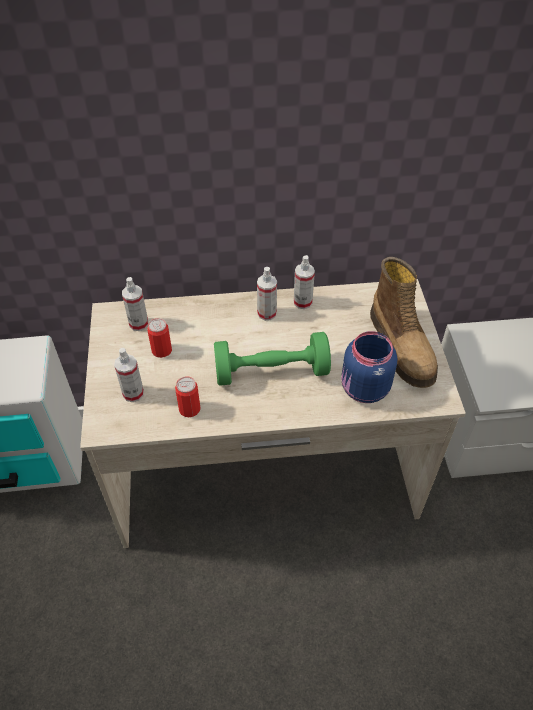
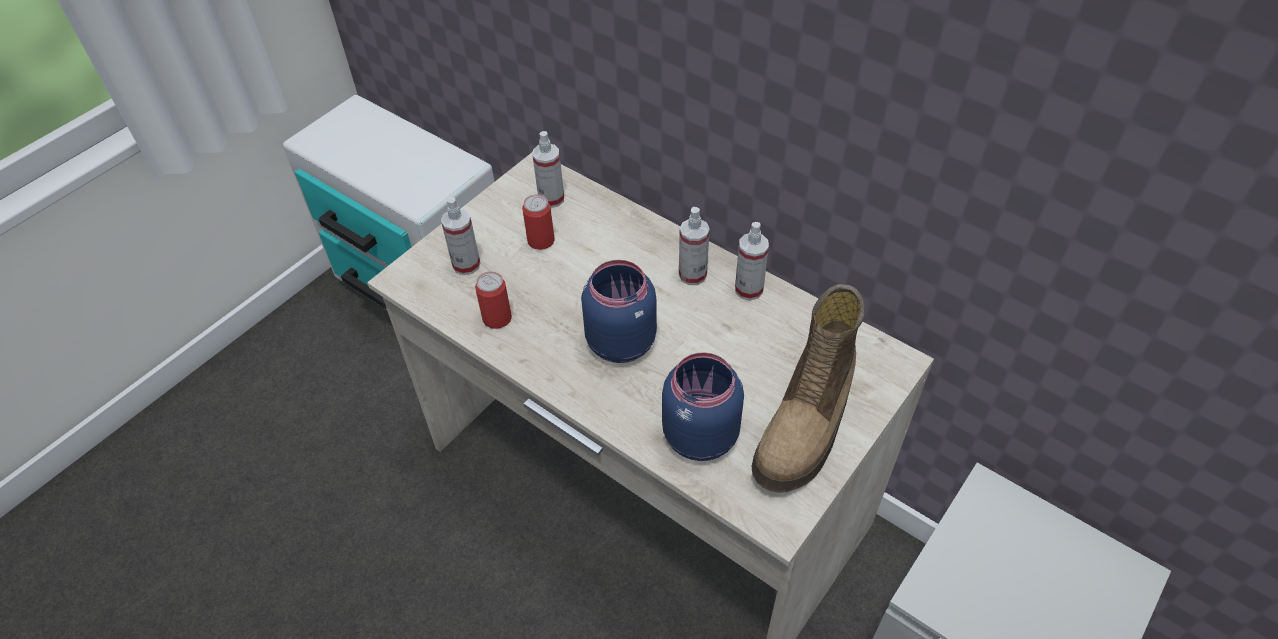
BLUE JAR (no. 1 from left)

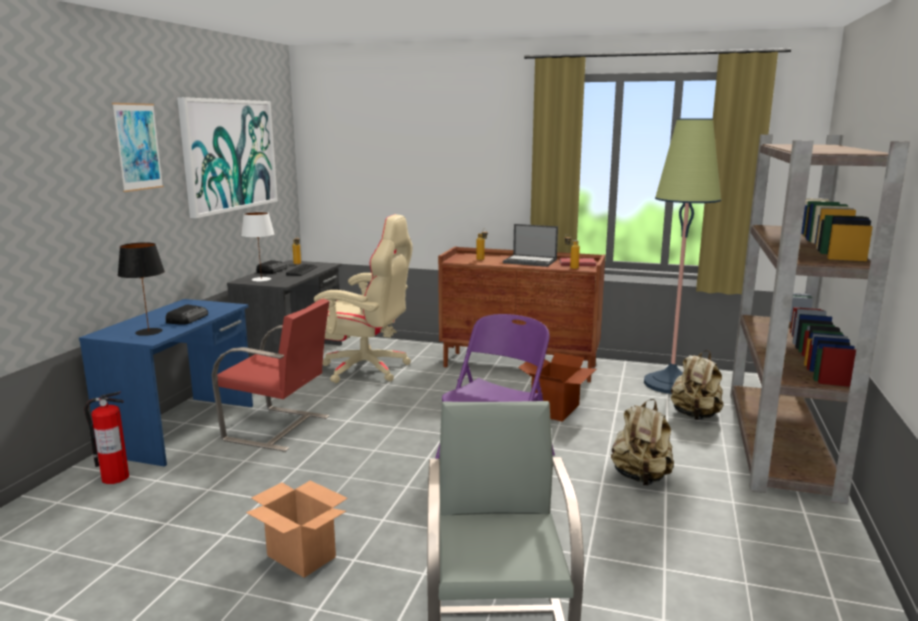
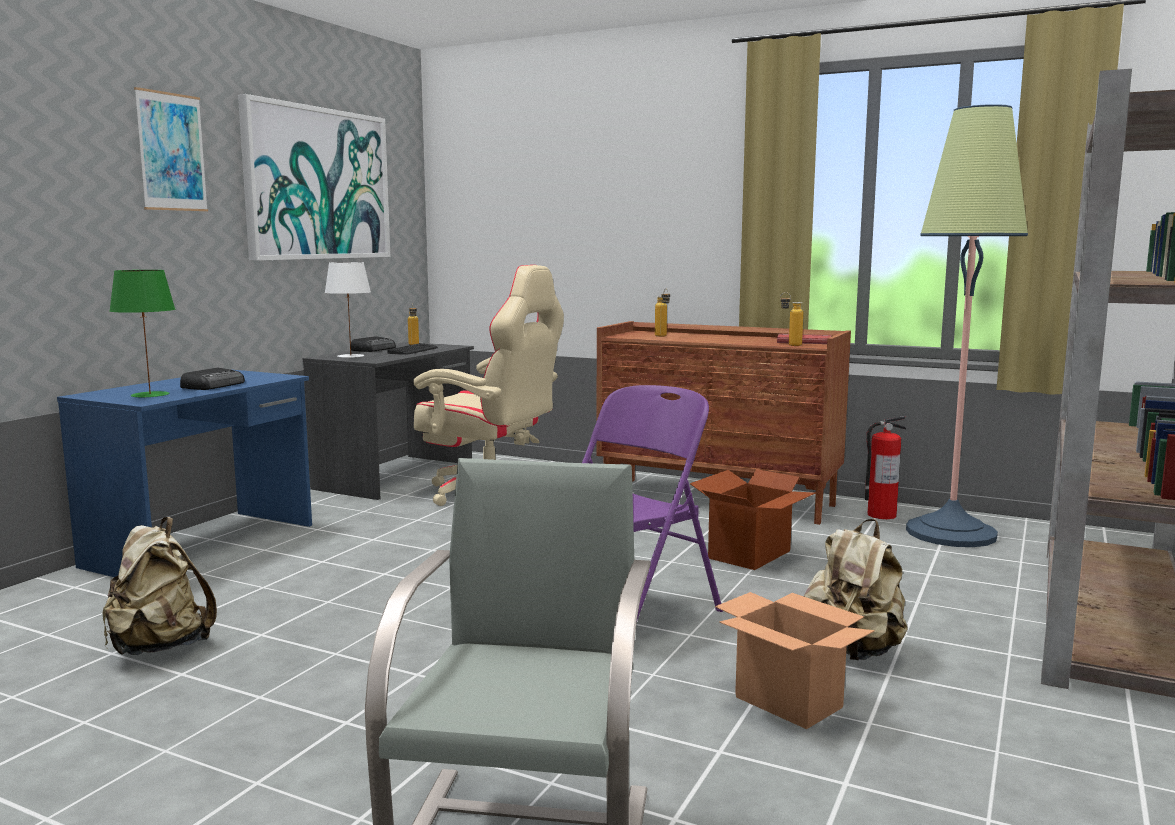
BEIGE BACKPACK (no. 1 from left)
GREEN TABLE LAMP
CARDBOARD BOX (no. 2 from left)
FIRE EXTINGUISHER
RED CHAIR
LAPTOP

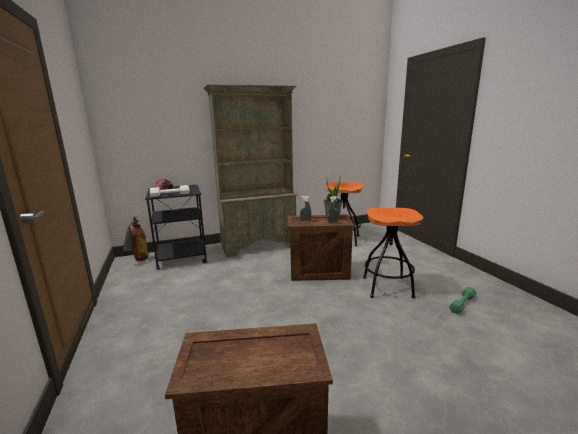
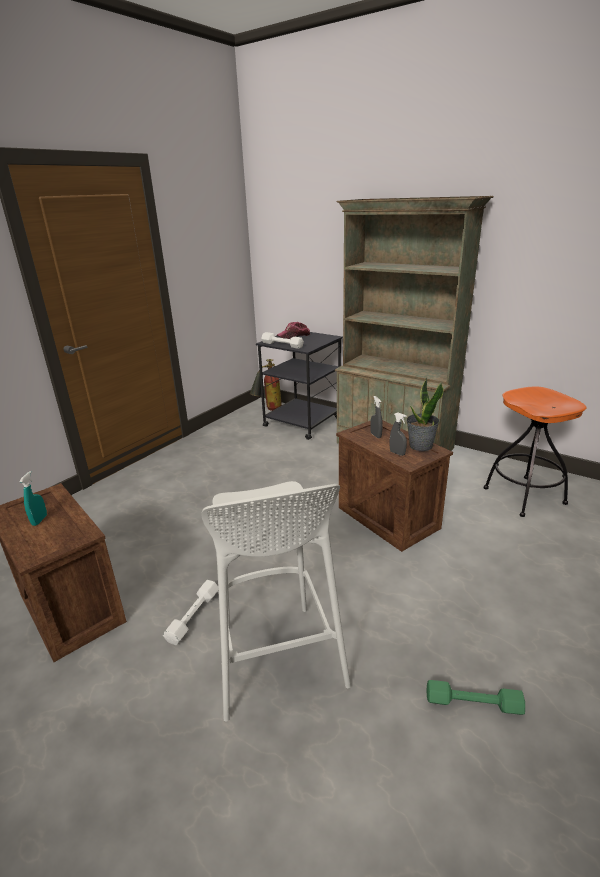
TURQUOISE SPRAY BOTTLE
WHITE DUMBBELL (no. 1 from left)
WHITE STOOL
ORANGE STOOL (no. 2 from left in the first image)

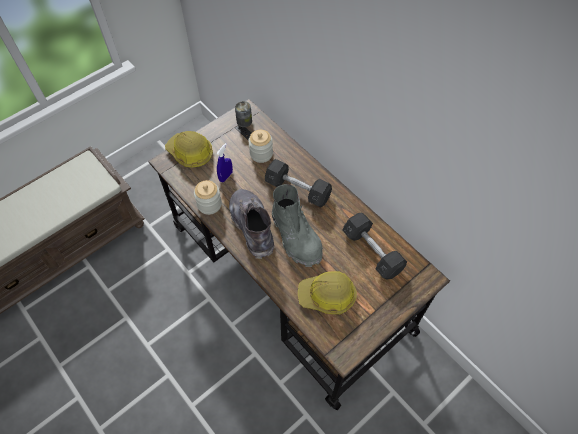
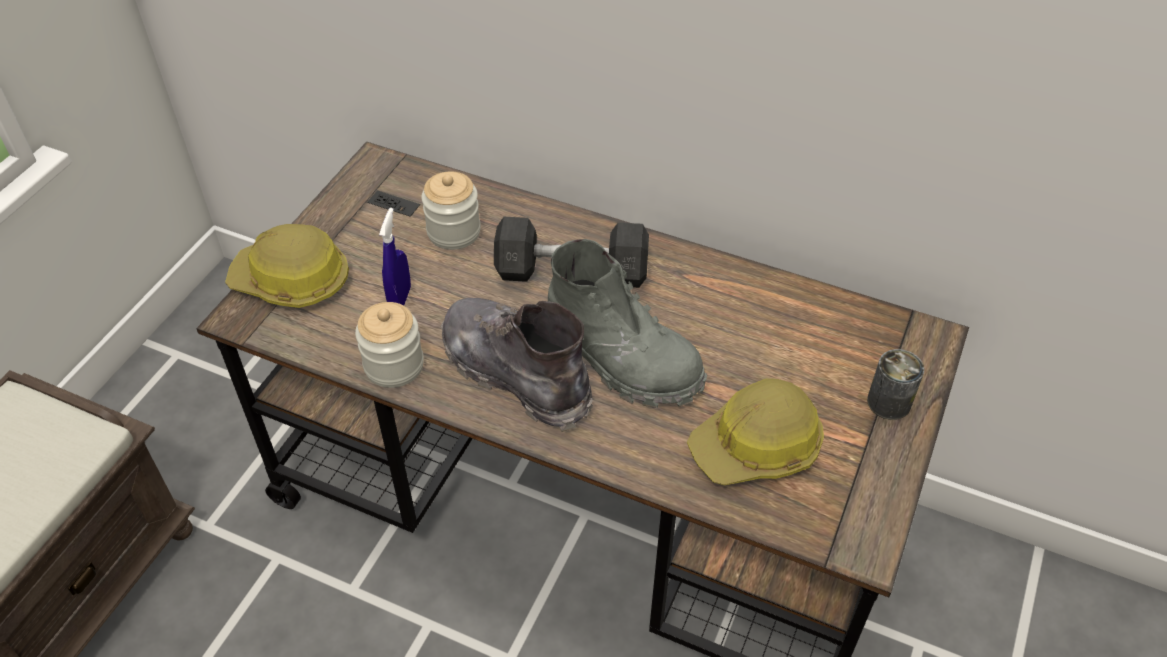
CAN
GREY DUMBBELL (no. 2 from left in the first image)

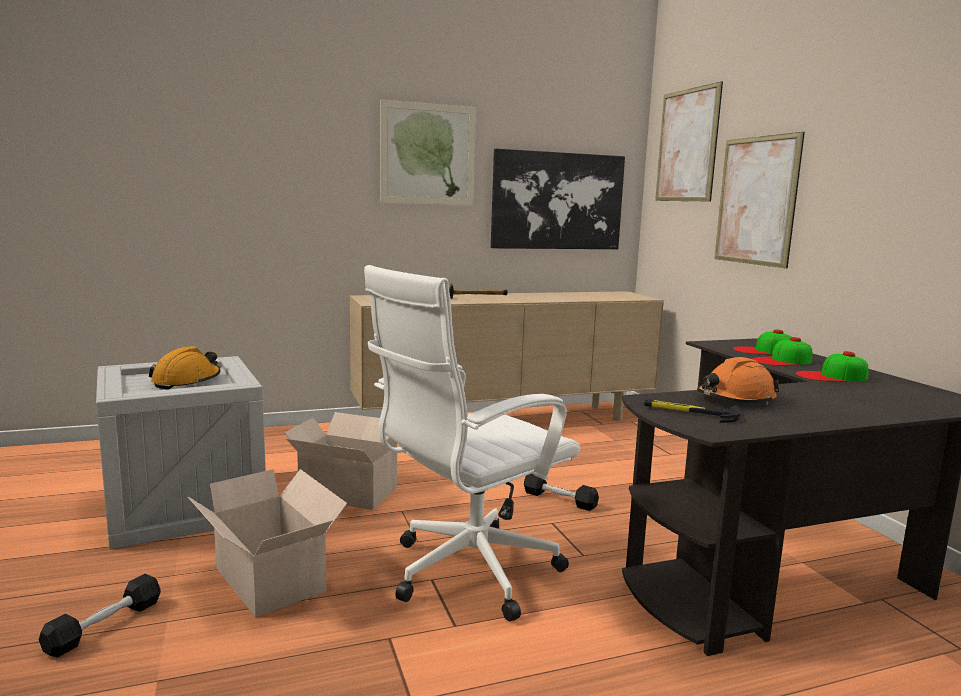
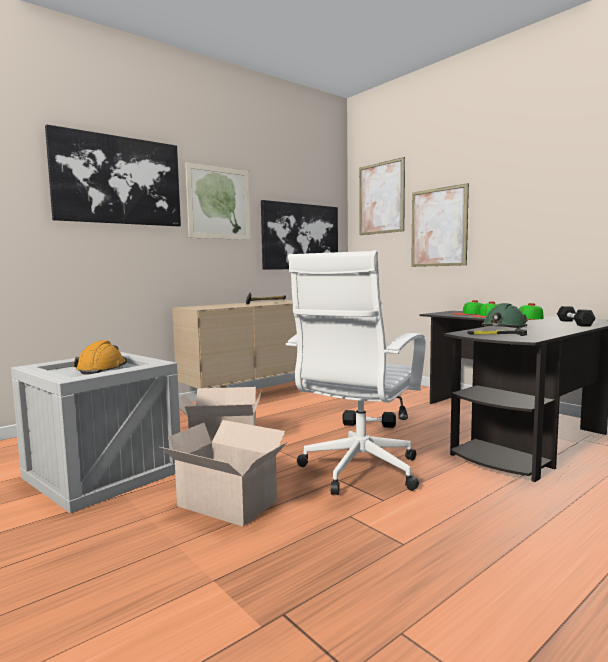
PICTURE (no. 1 from left)
GREEN HARD HAT
BLACK DUMBBELL (no. 2 from left)

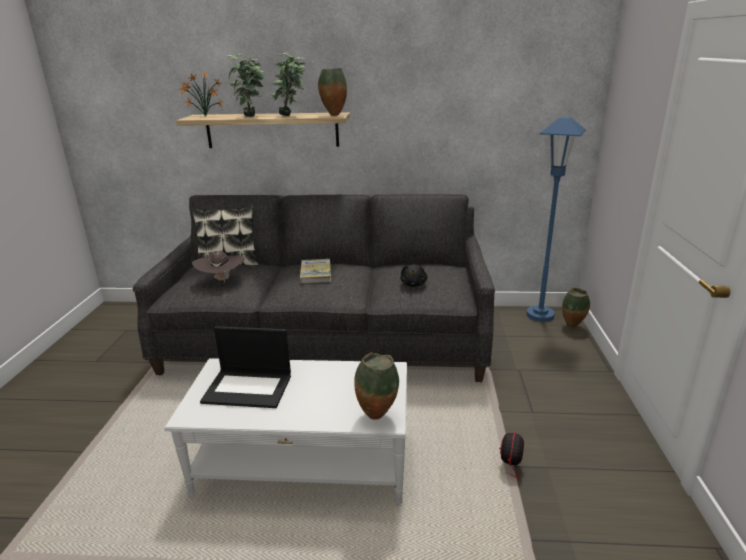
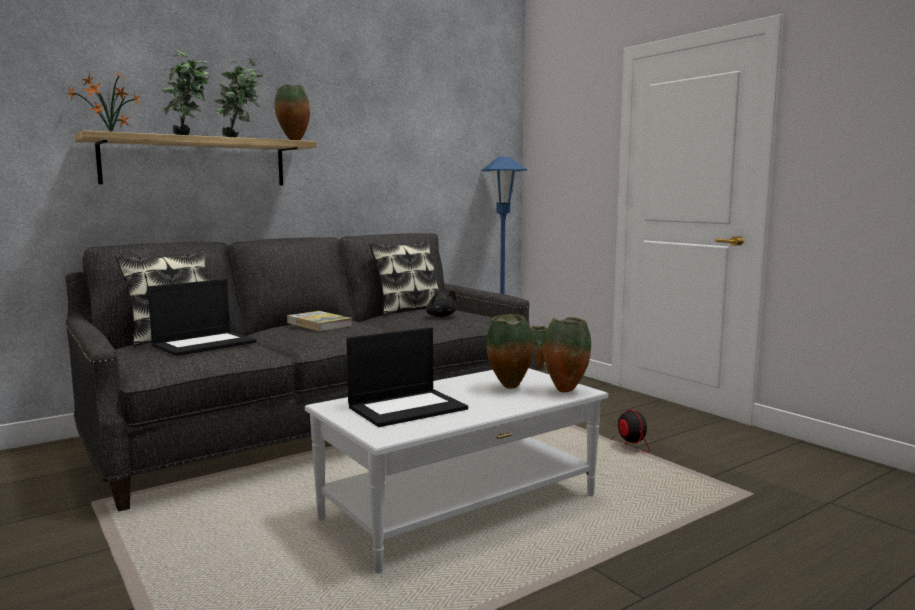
LAPTOP (no. 1 from left)
PILLOW (no. 2 from left)
VASE (no. 2 from left)

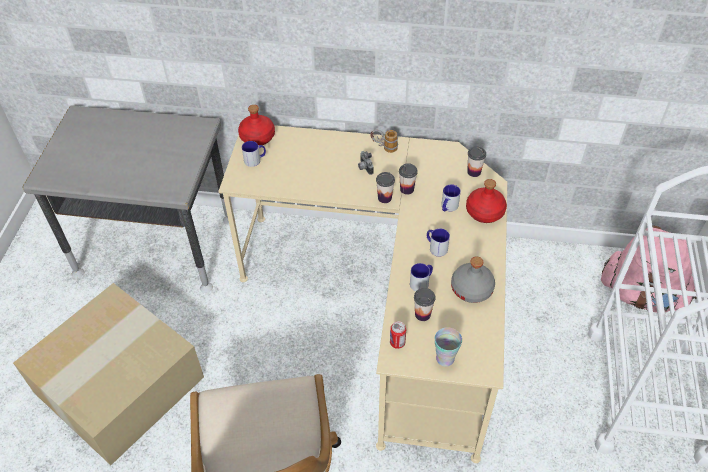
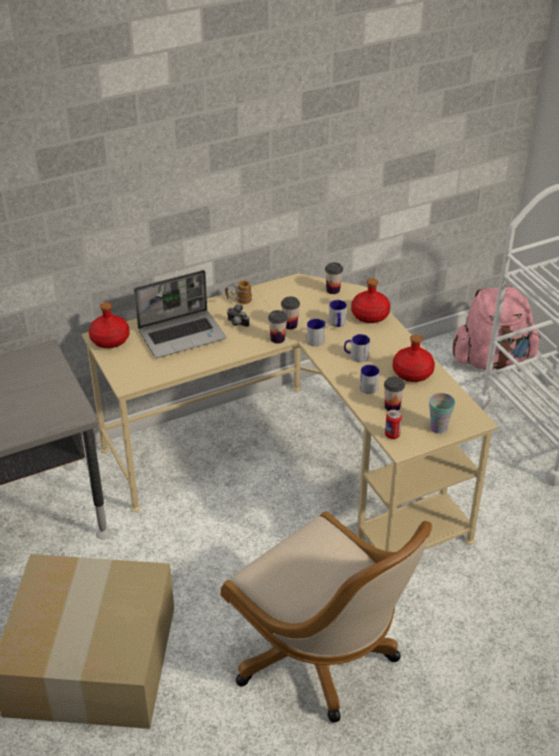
LAPTOP
MUG (no. 2 from left)
RED BOTTLE (no. 3 from left)

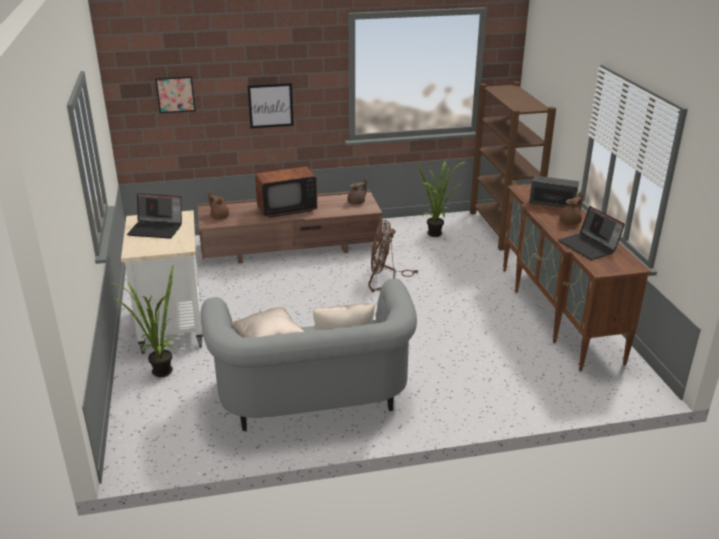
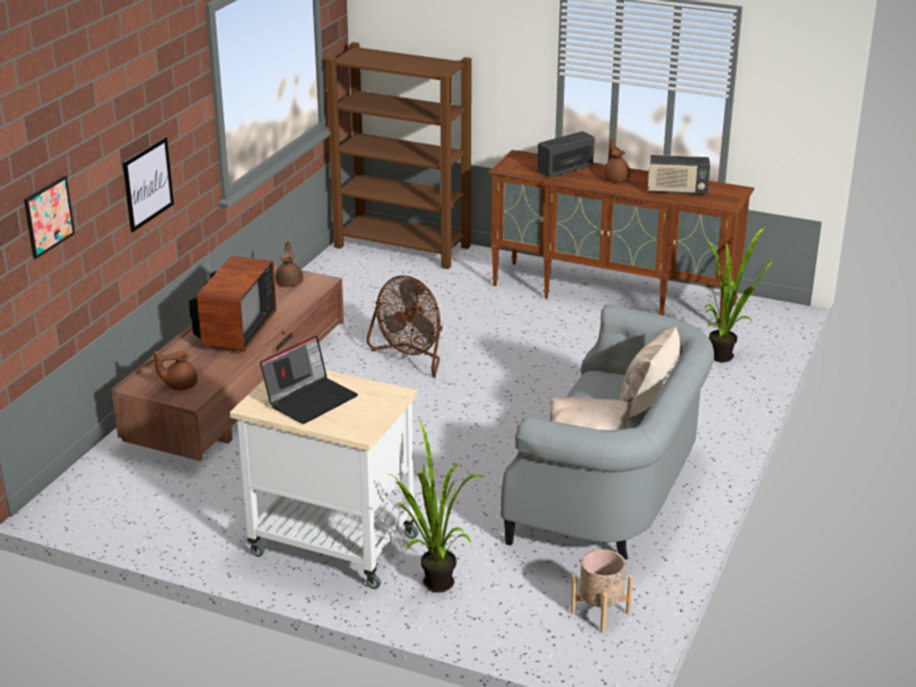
BEIGE PLANTER
RADIO (no. 2 from left)
POTTED PLANT (no. 2 from left)

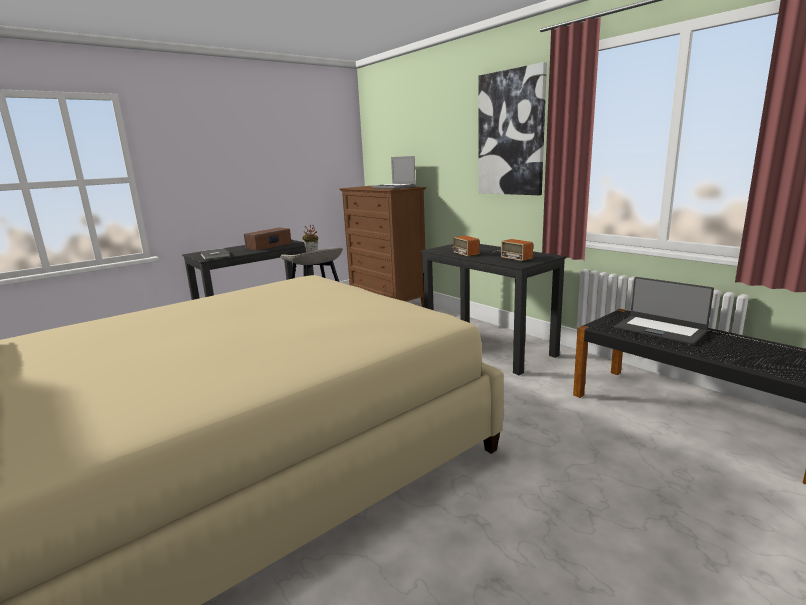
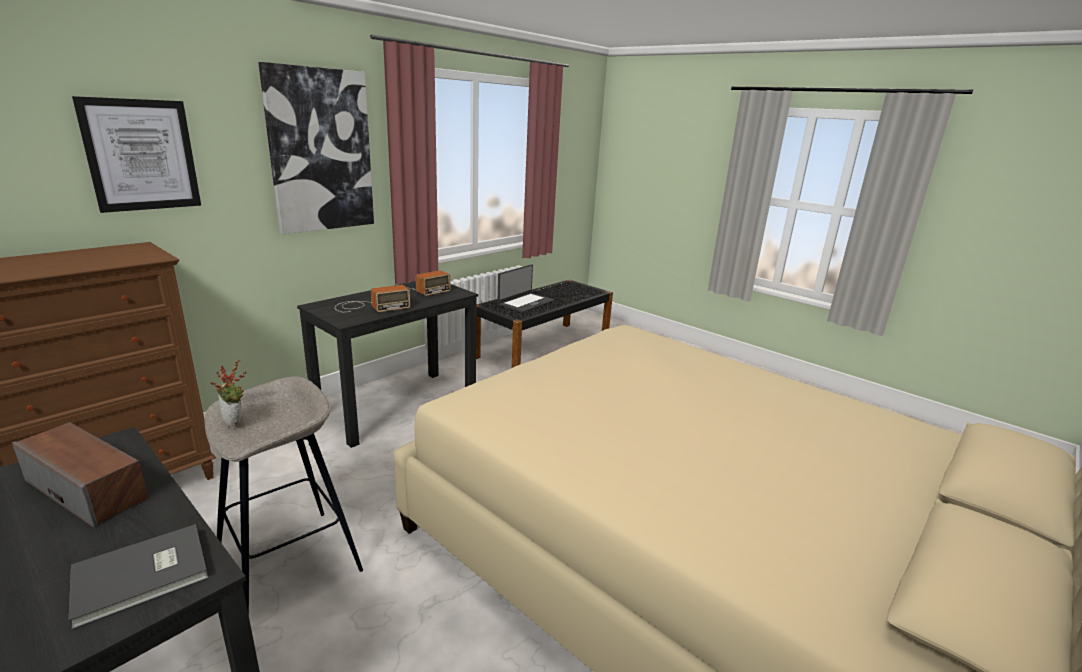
PICTURE (no. 1 from left)
LAPTOP (no. 1 from left in the first image)

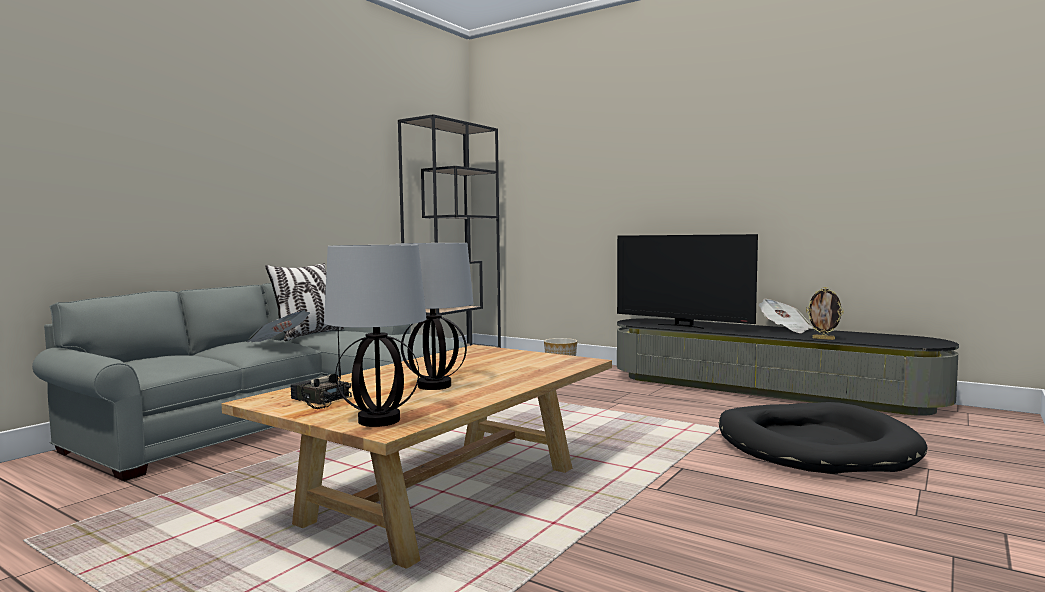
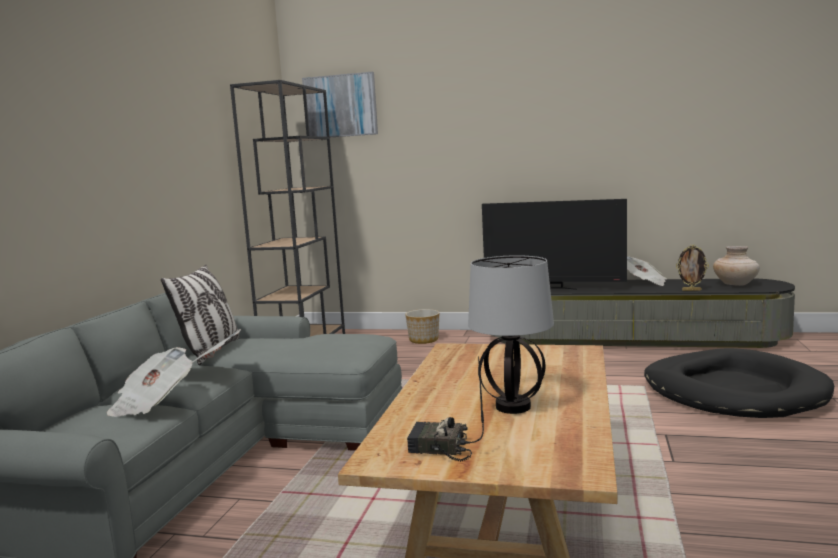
NEWSPAPER (no. 1 from left)
PICTURE
BEIGE VASE
TABLE LAMP (no. 1 from left in the first image)

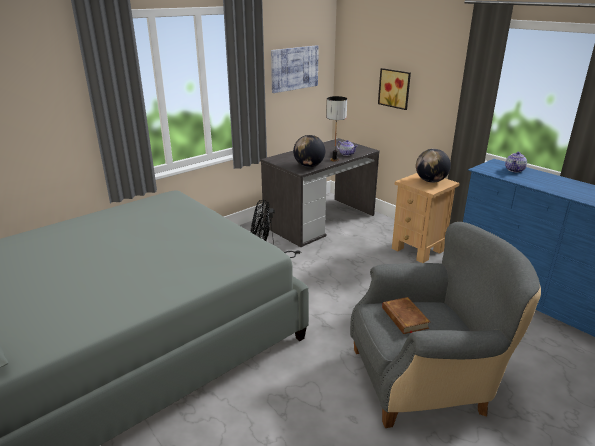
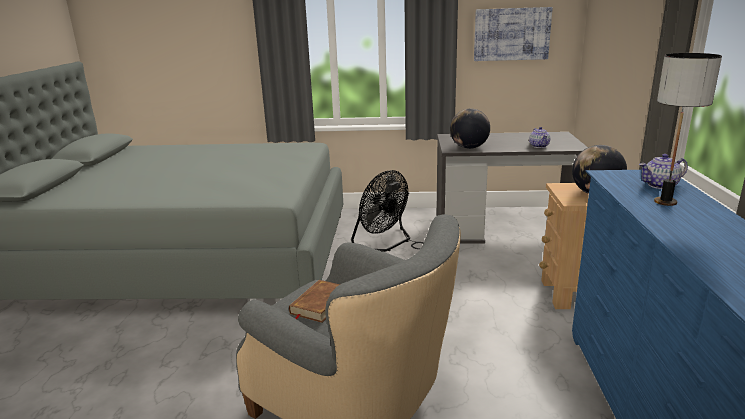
TABLE LAMP
PICTURE (no. 2 from left in the first image)

